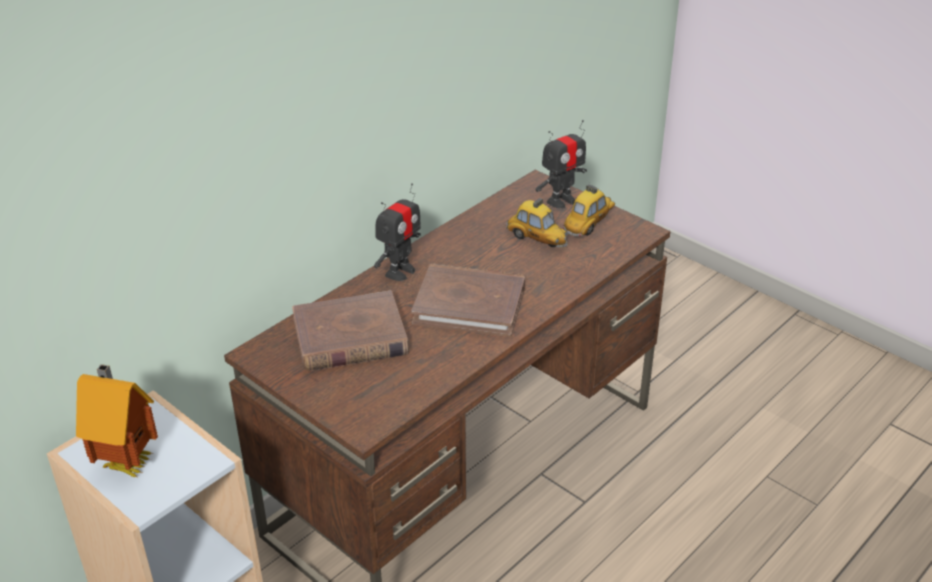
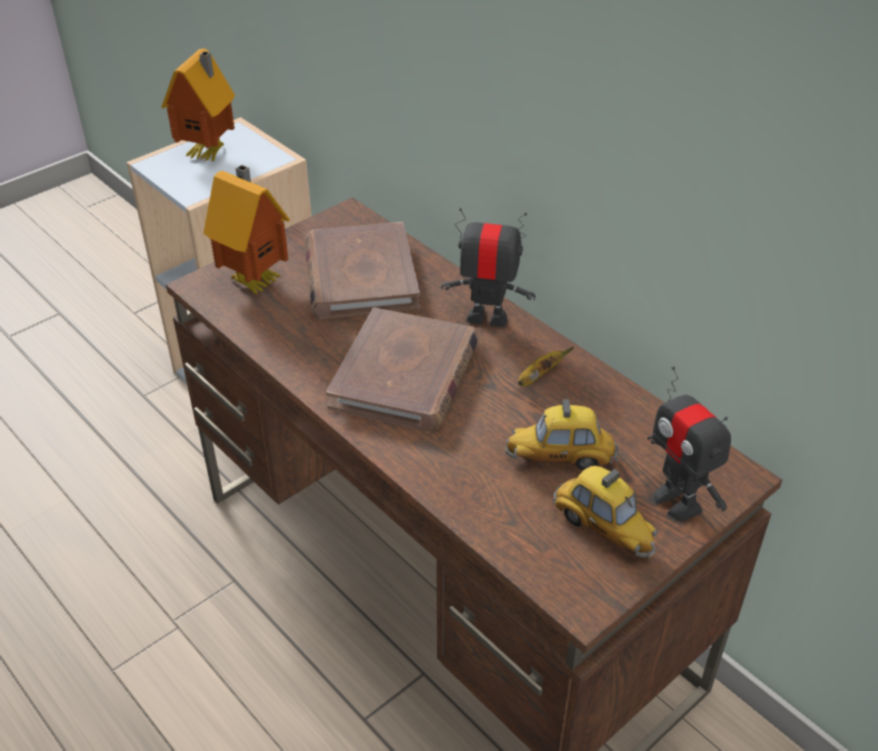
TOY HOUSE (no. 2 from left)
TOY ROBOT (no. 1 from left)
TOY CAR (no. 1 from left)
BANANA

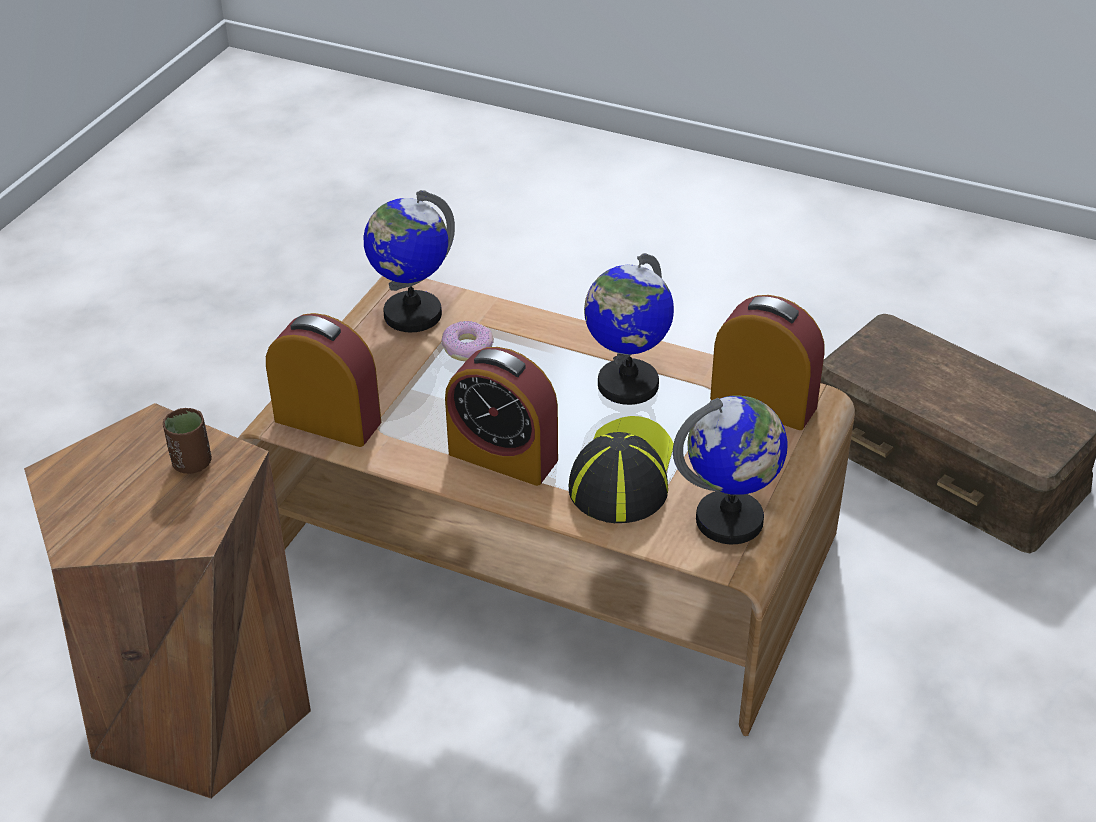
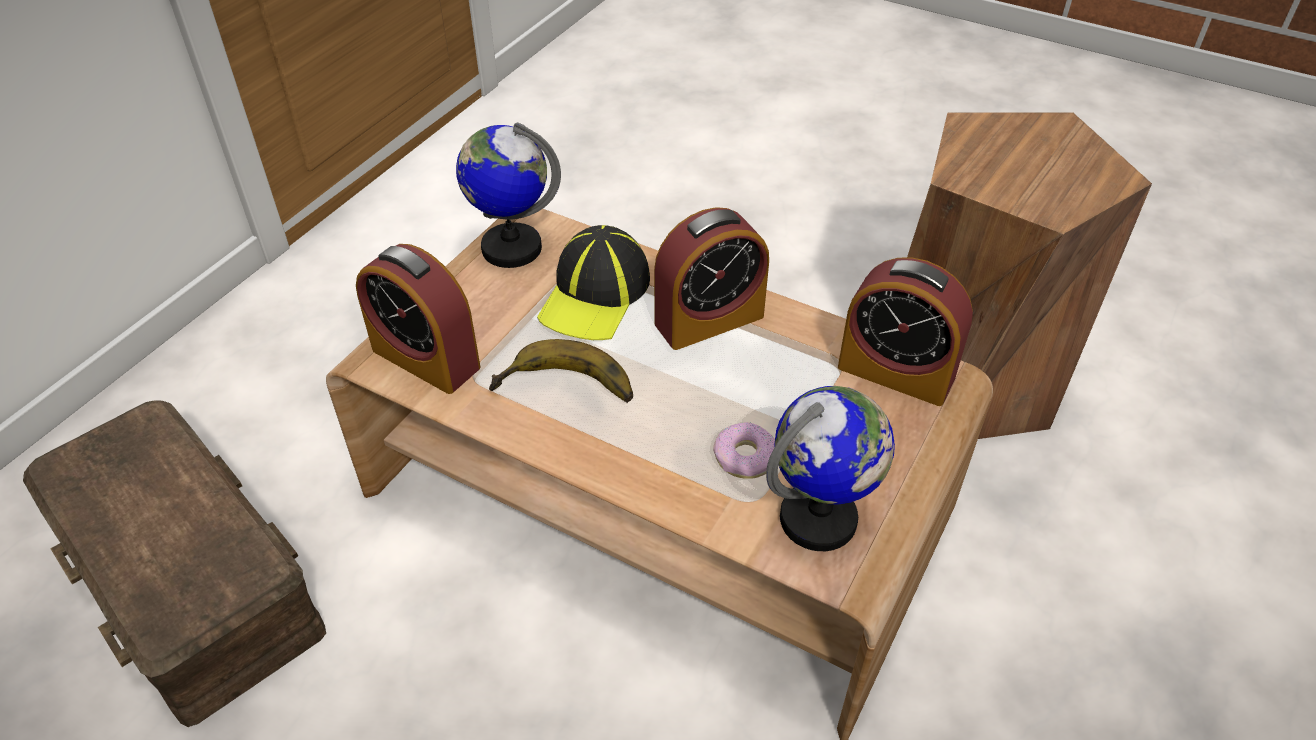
BANANA
ALARM CLOCK (no. 2 from left)
BROWN CUP

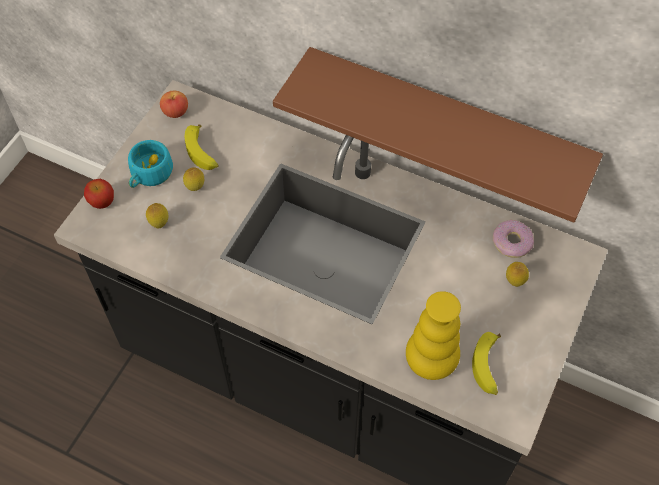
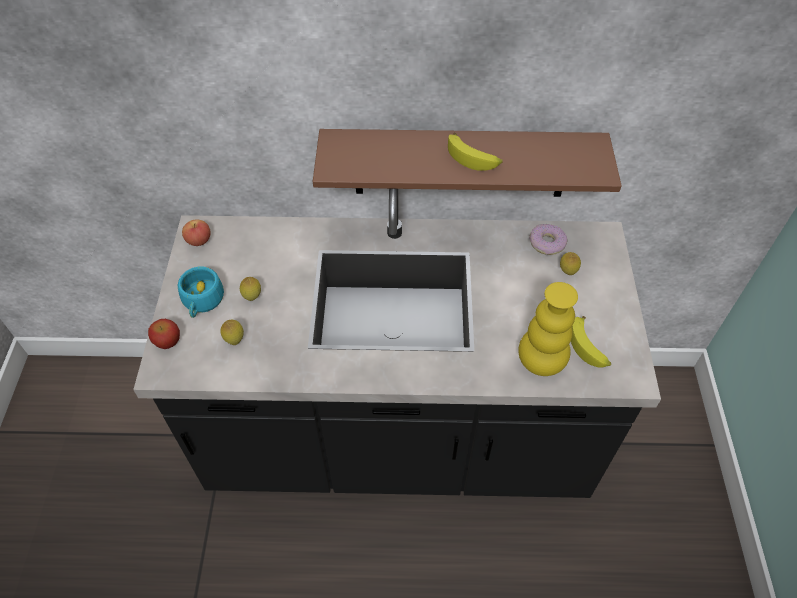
BANANA (no. 1 from left)

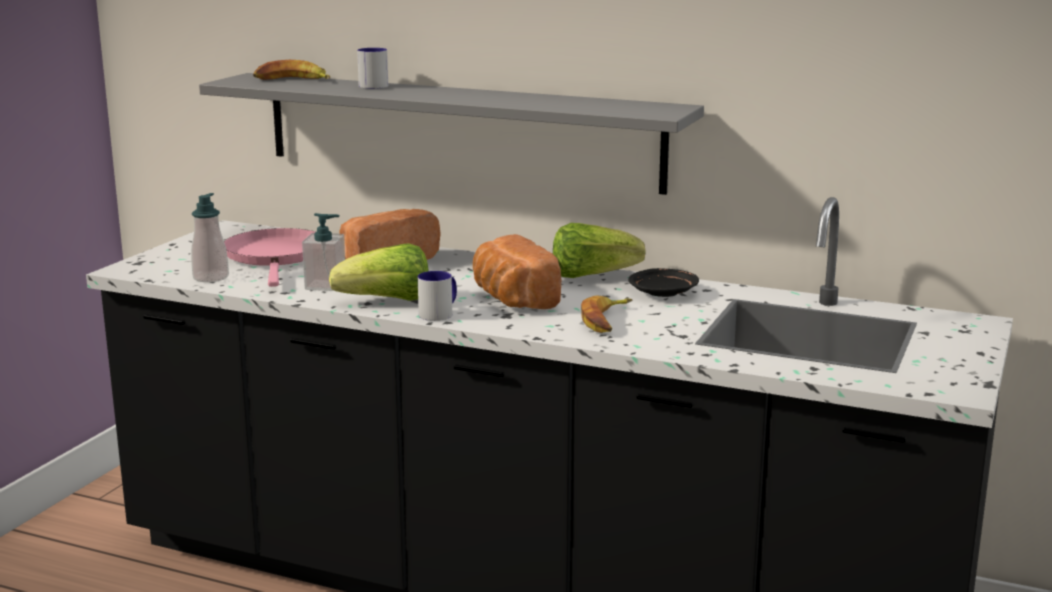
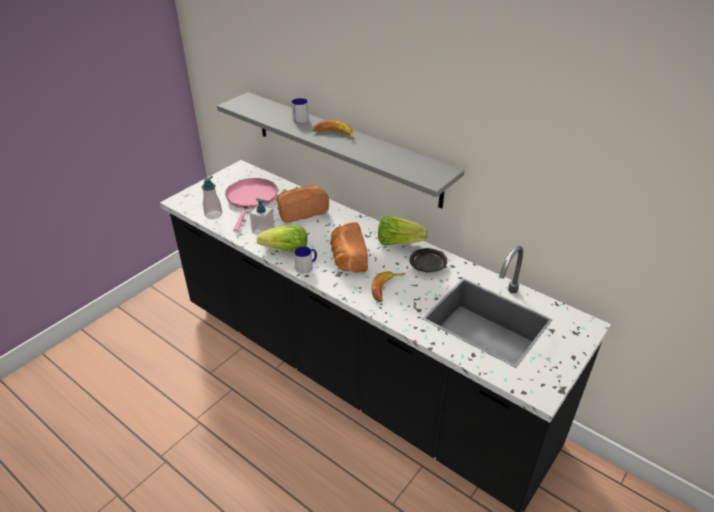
BANANA (no. 1 from left)

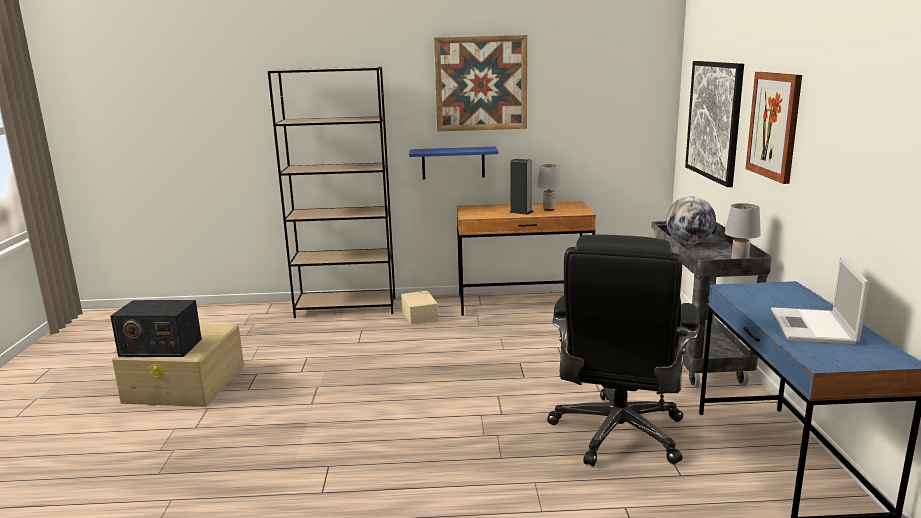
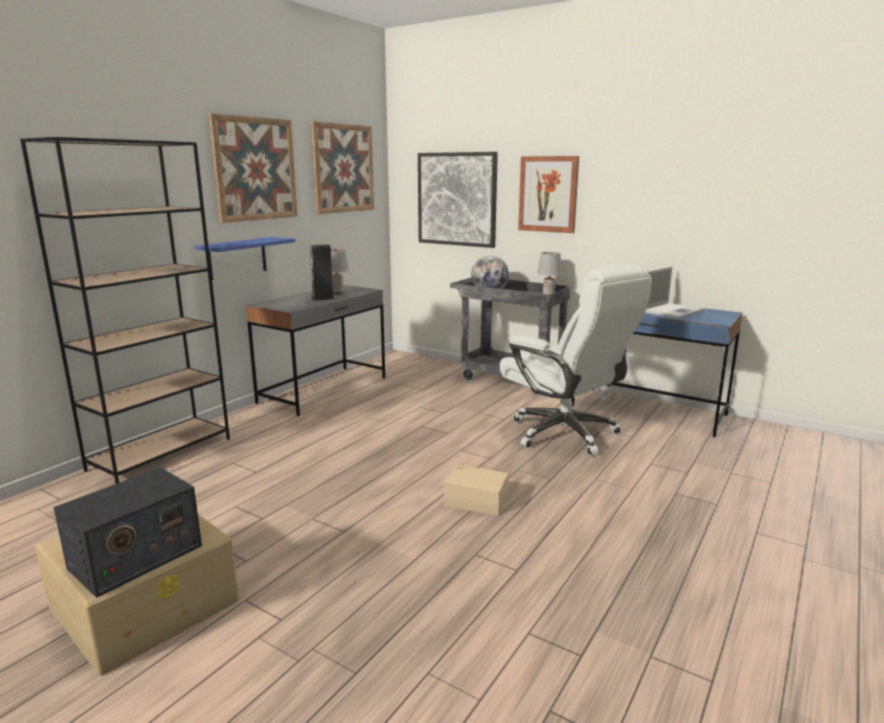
GREY DESK
PICTURE (no. 2 from left)
BEIGE STORAGE BOX (no. 2 from left)
WHITE OFFICE CHAIR
LAPTOP

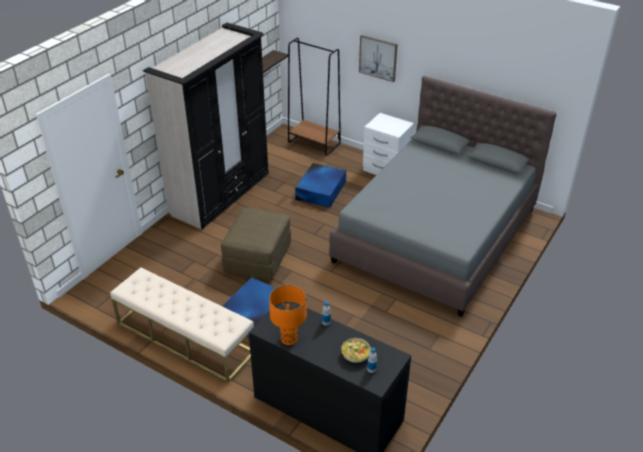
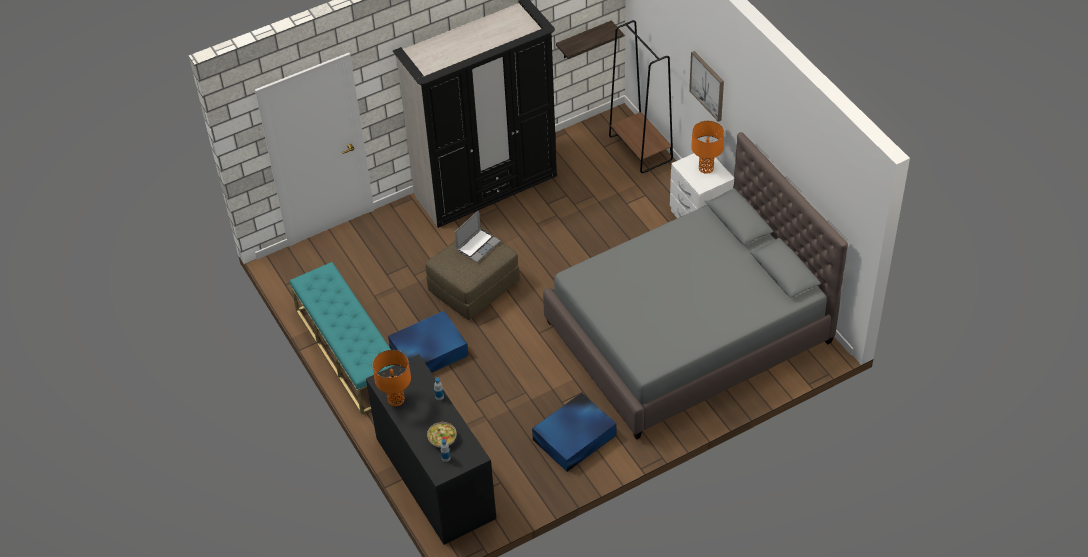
TURQUOISE BENCH
LAPTOP
BLUE STORAGE BOX (no. 2 from left)
ORANGE TABLE LAMP (no. 2 from left)

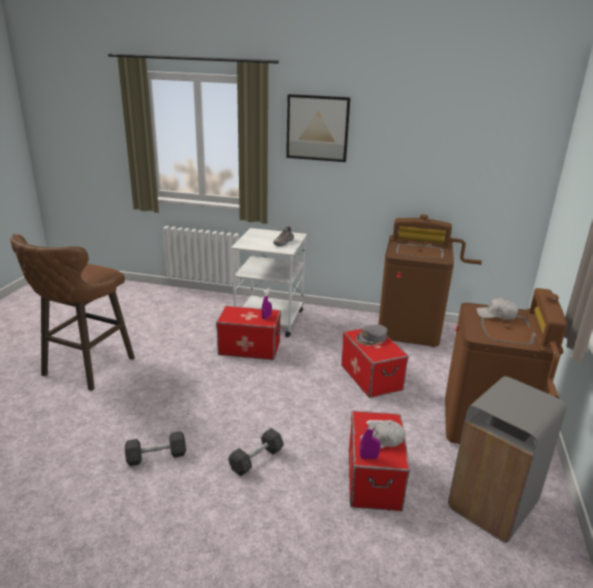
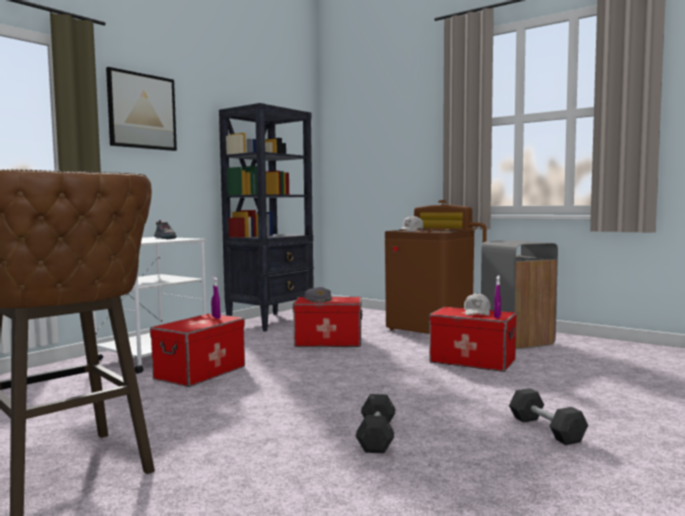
BLACK BOOKCASE
GREY DUMBBELL (no. 2 from left)

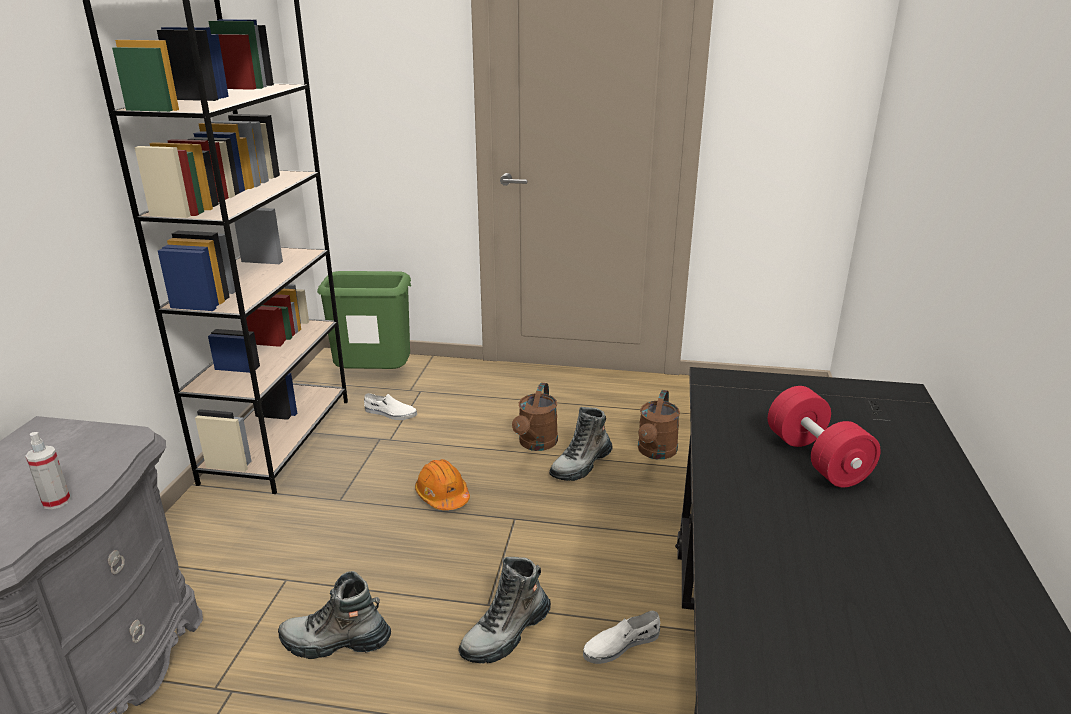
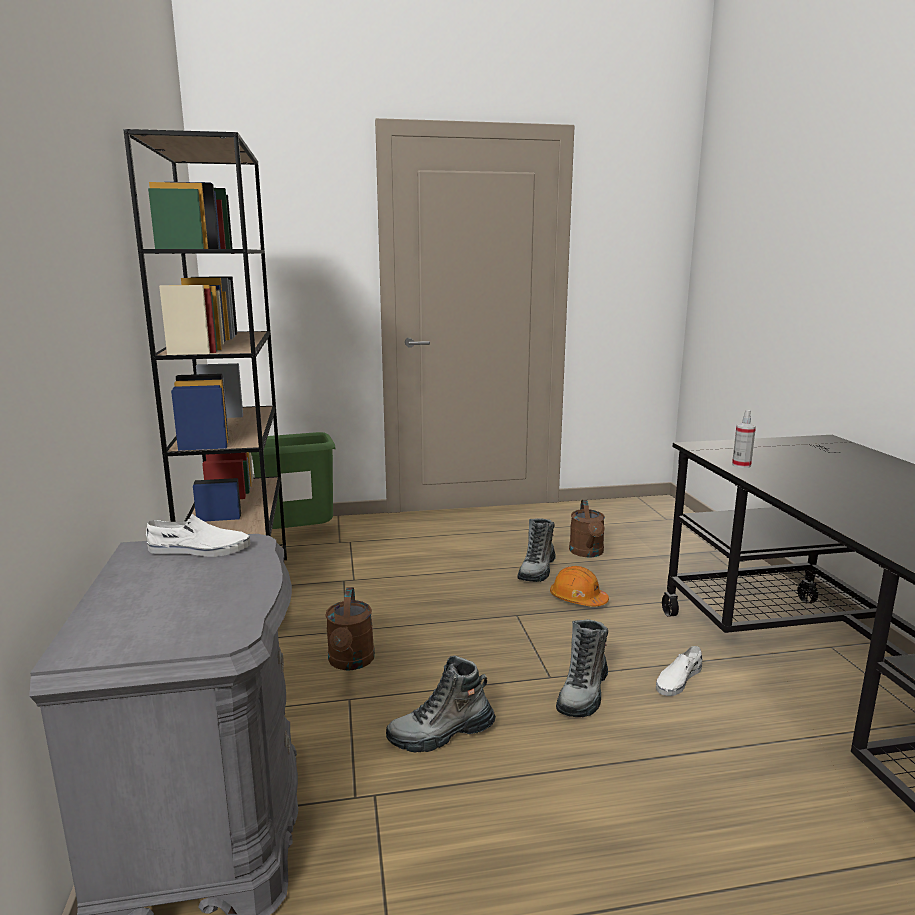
WHITE SHOE (no. 1 from left)
BROWN WATERING CAN (no. 1 from left)
ORANGE HARD HAT
SPRAY BOTTLE
RED DUMBBELL

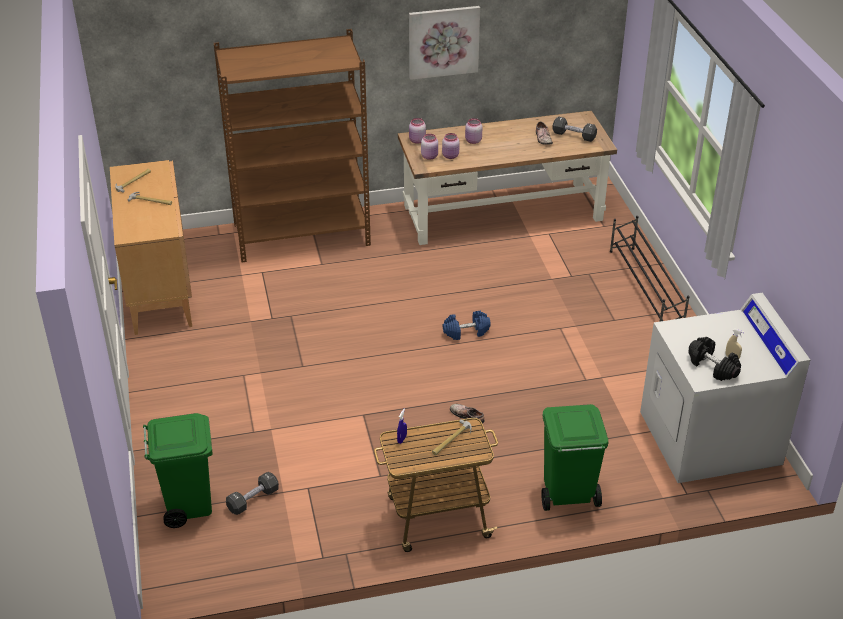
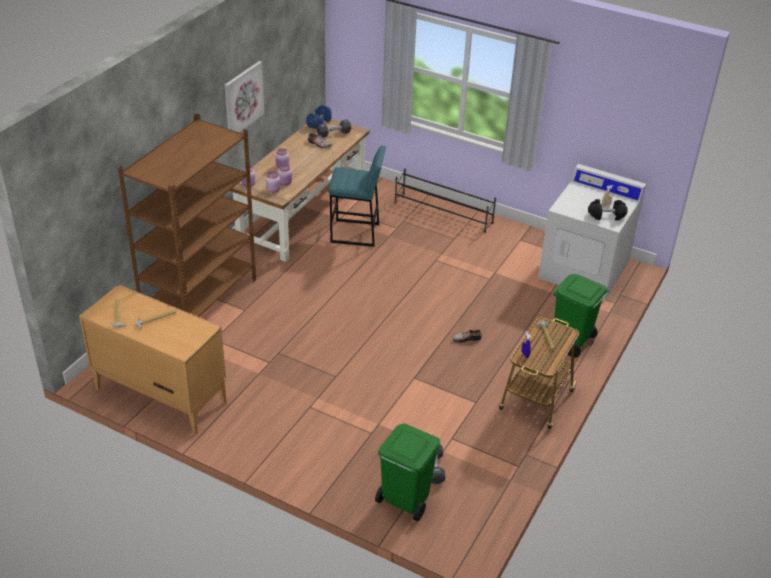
BLUE DUMBBELL
TURQUOISE STOOL

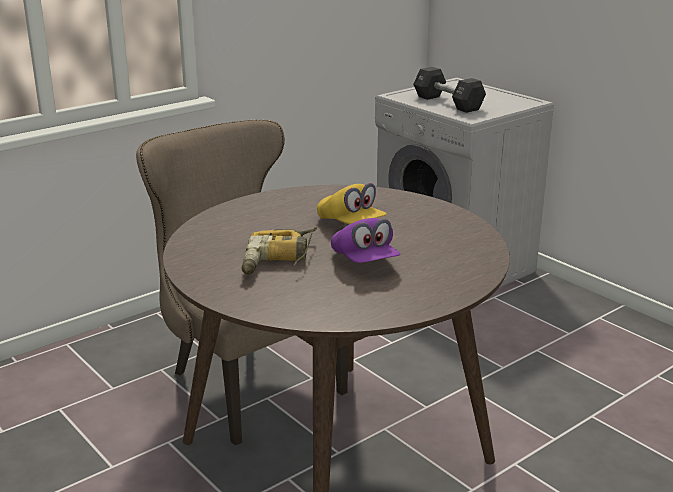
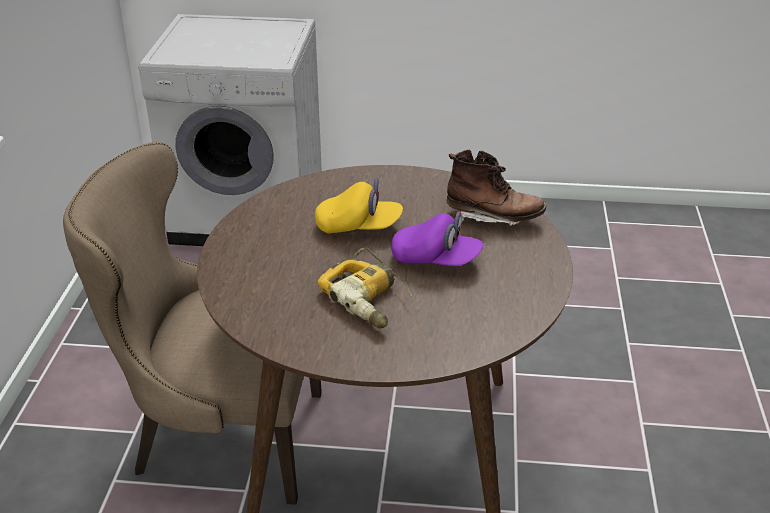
BROWN BOOT
BLACK DUMBBELL

